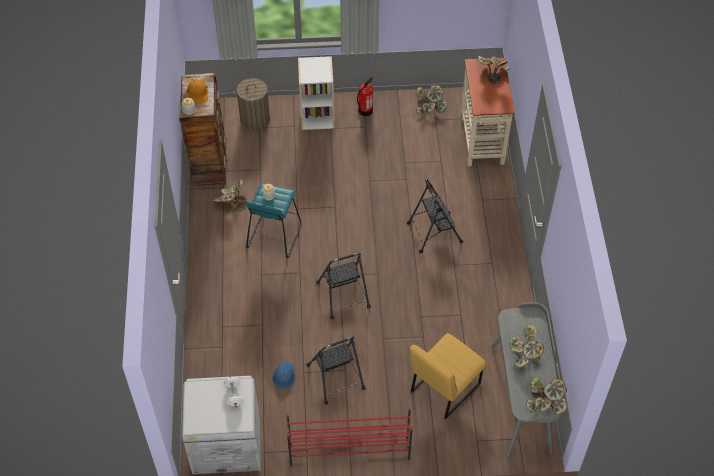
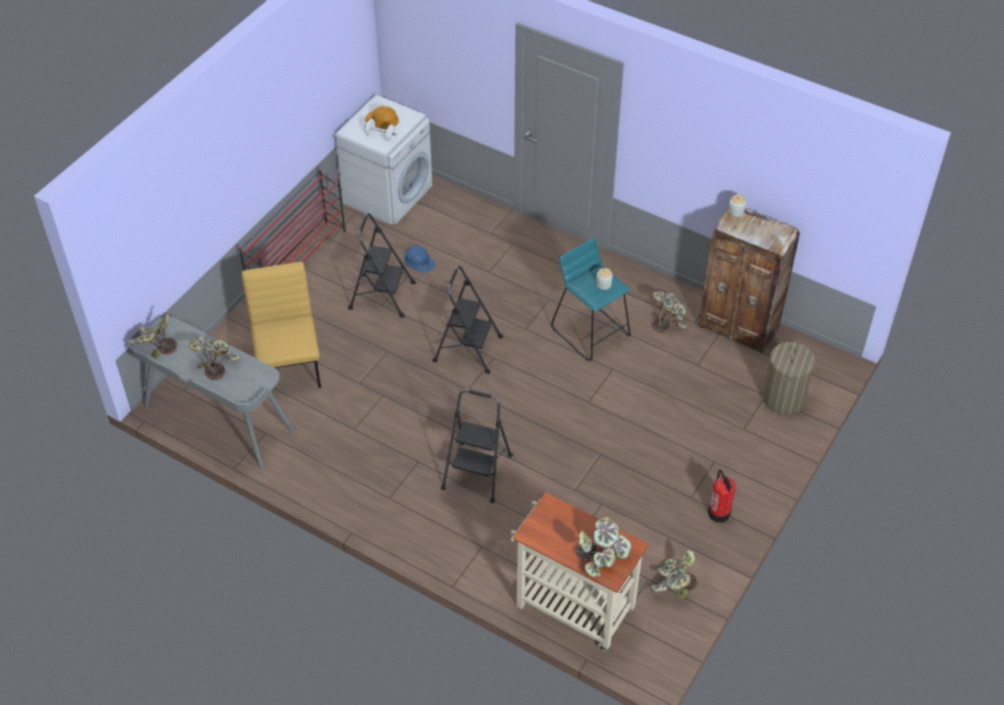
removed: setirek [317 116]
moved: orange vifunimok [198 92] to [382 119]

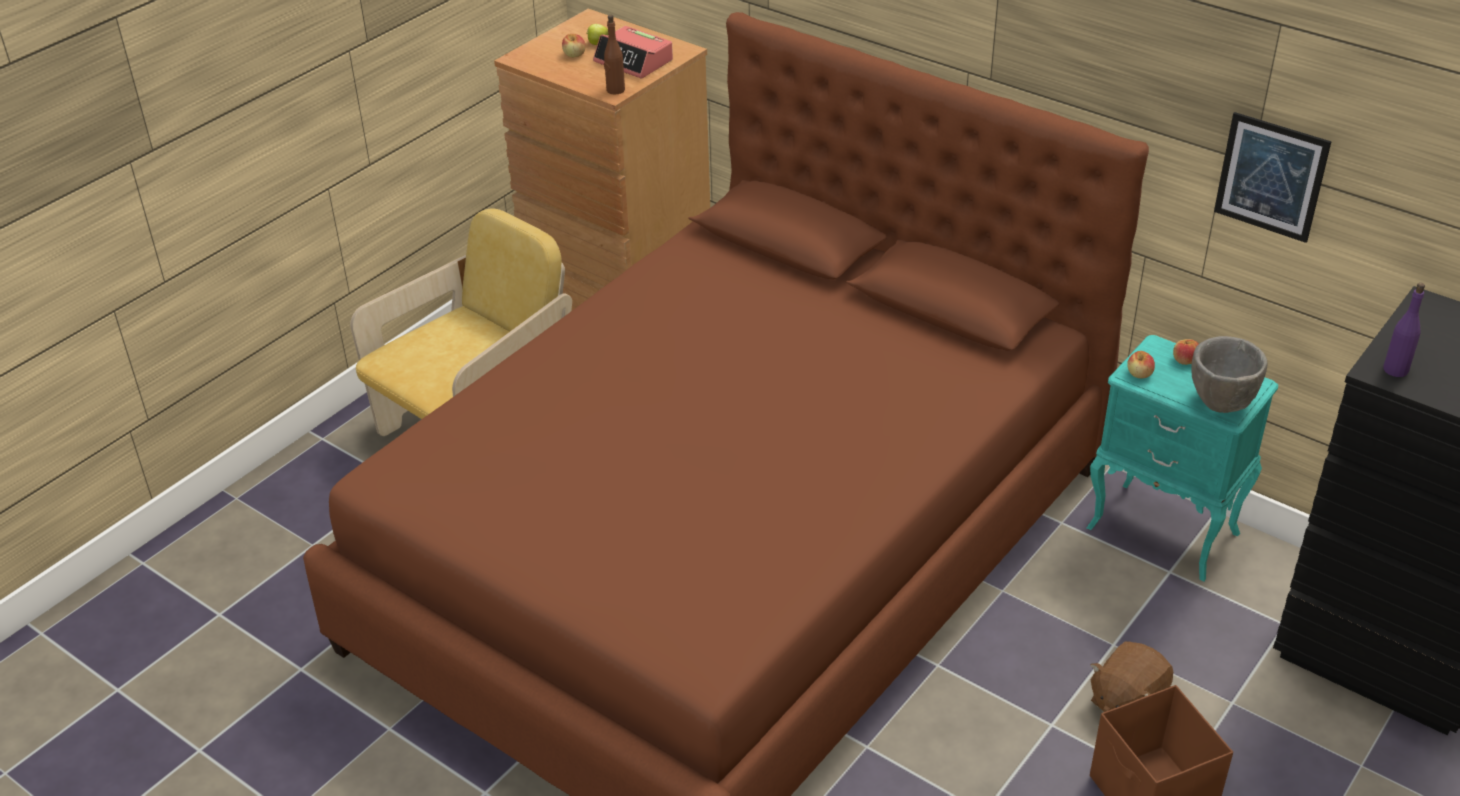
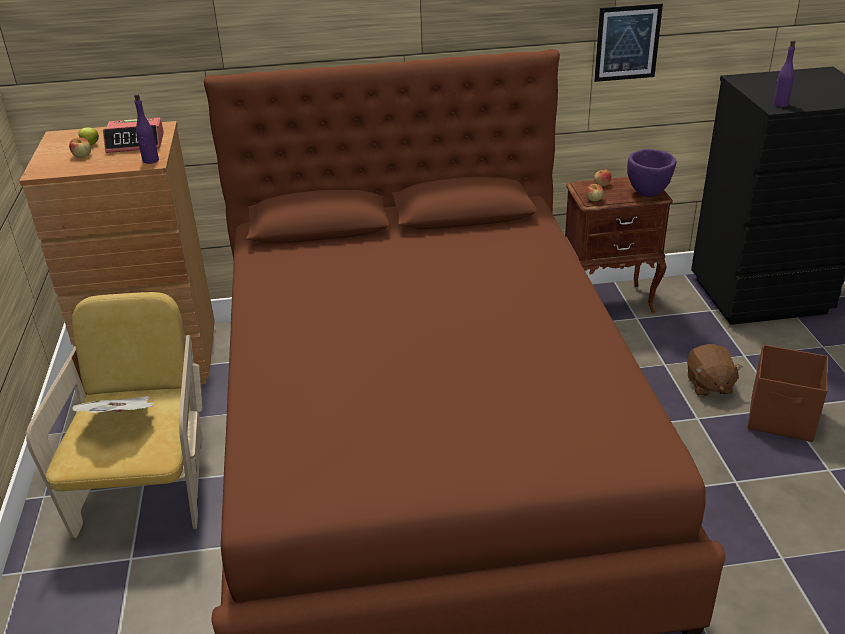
added: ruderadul [122 420]
recoloured: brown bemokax [615 90] to purple bemokax [150 160]; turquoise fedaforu [1163 531] to brown fedaforu [607 303]; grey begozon [1220 404] to purple begozon [648 193]

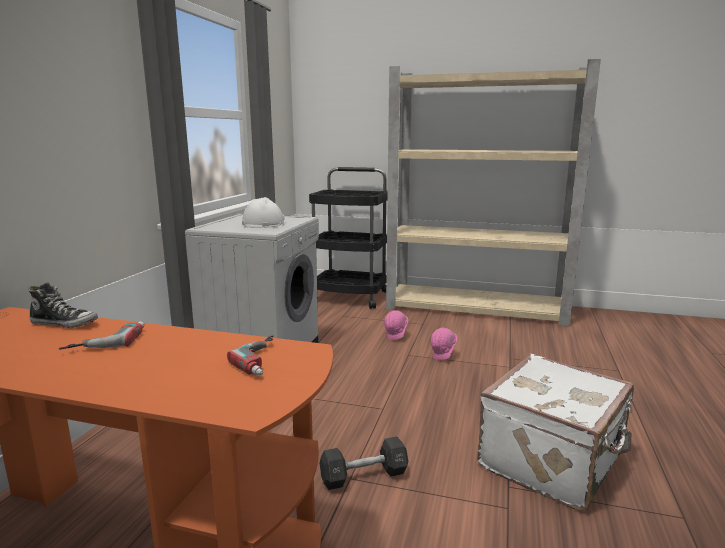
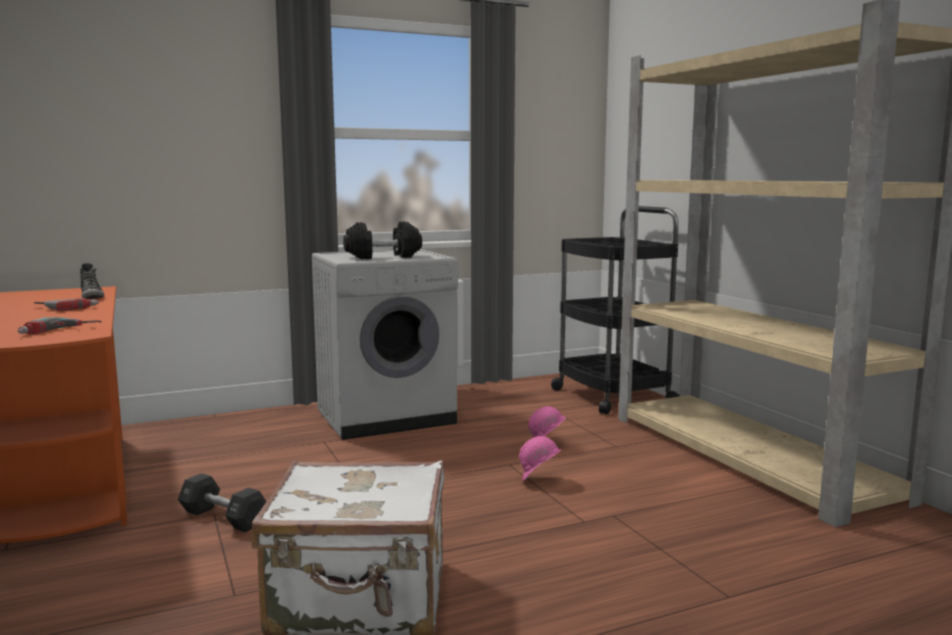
replaced: white vifunimok [264 224] to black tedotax [383 257]

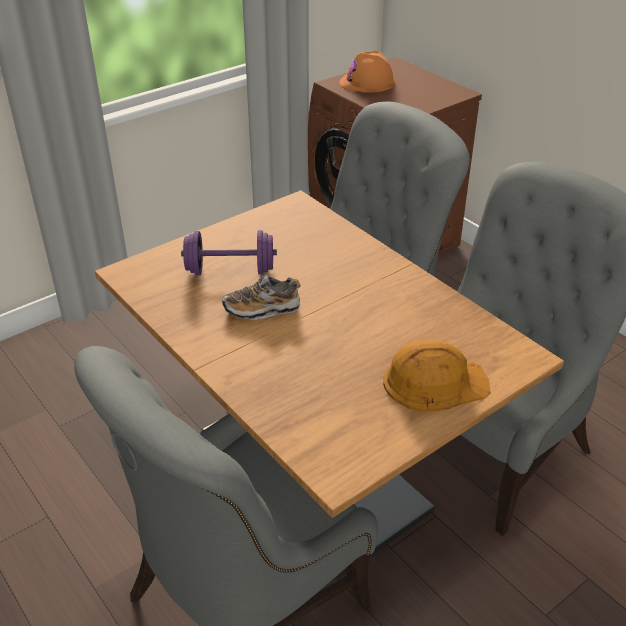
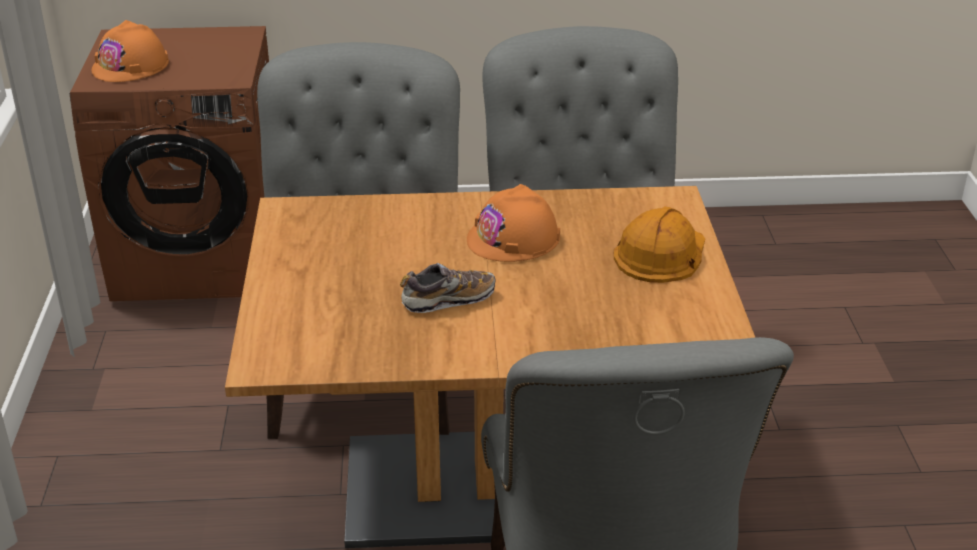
removed: purple tedotax [230 270]
added: orange vifunimok [514 238]
turned: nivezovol [262 309] = [448 300] 135 degrees counterclockwise

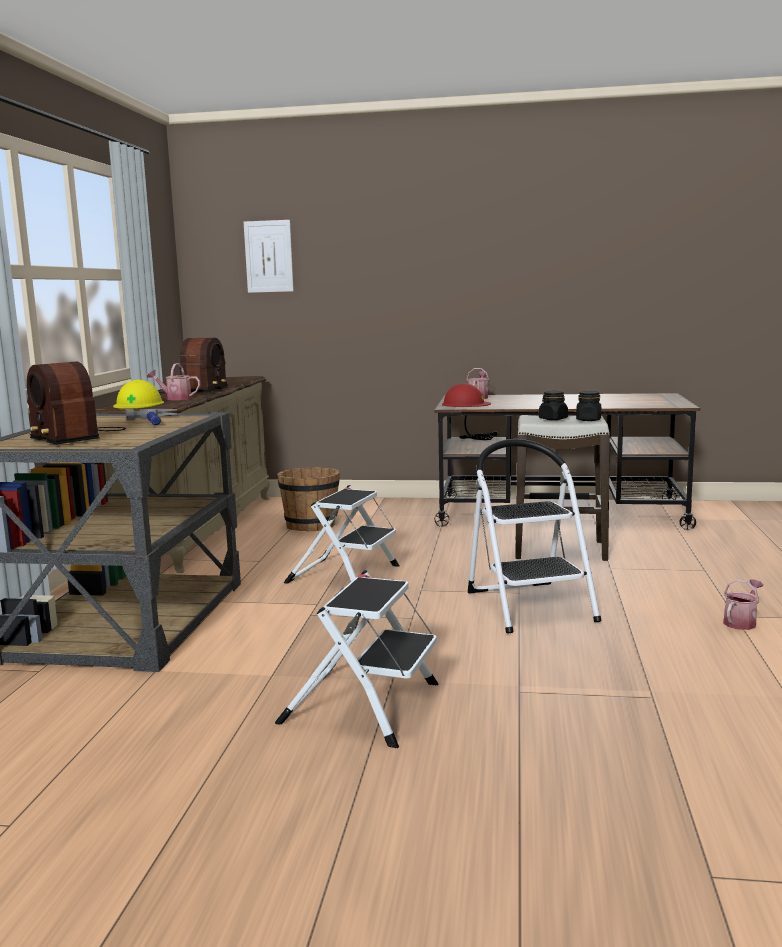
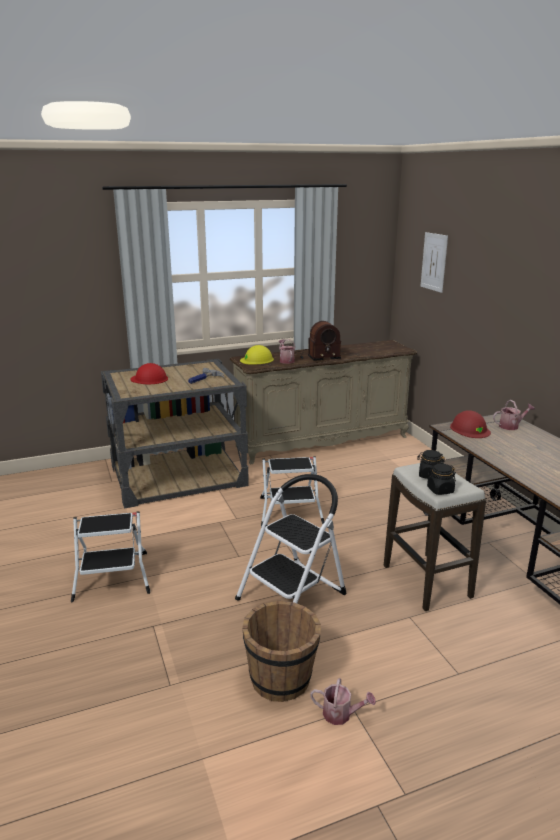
moved: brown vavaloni [311 525] to [281 679]
replaced: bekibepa [75 437] to red vifunimok [149 379]

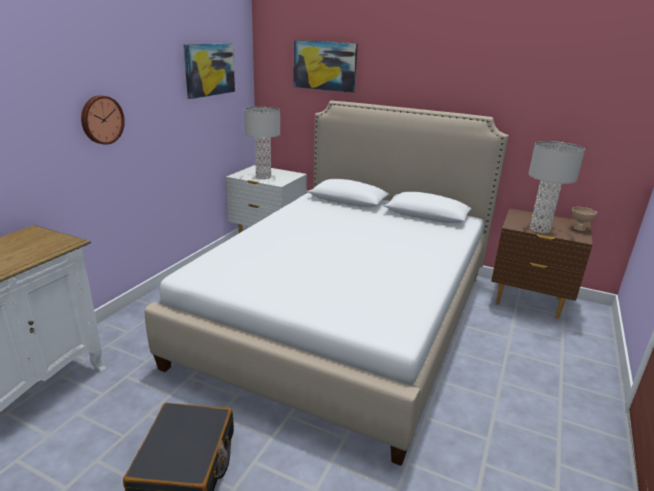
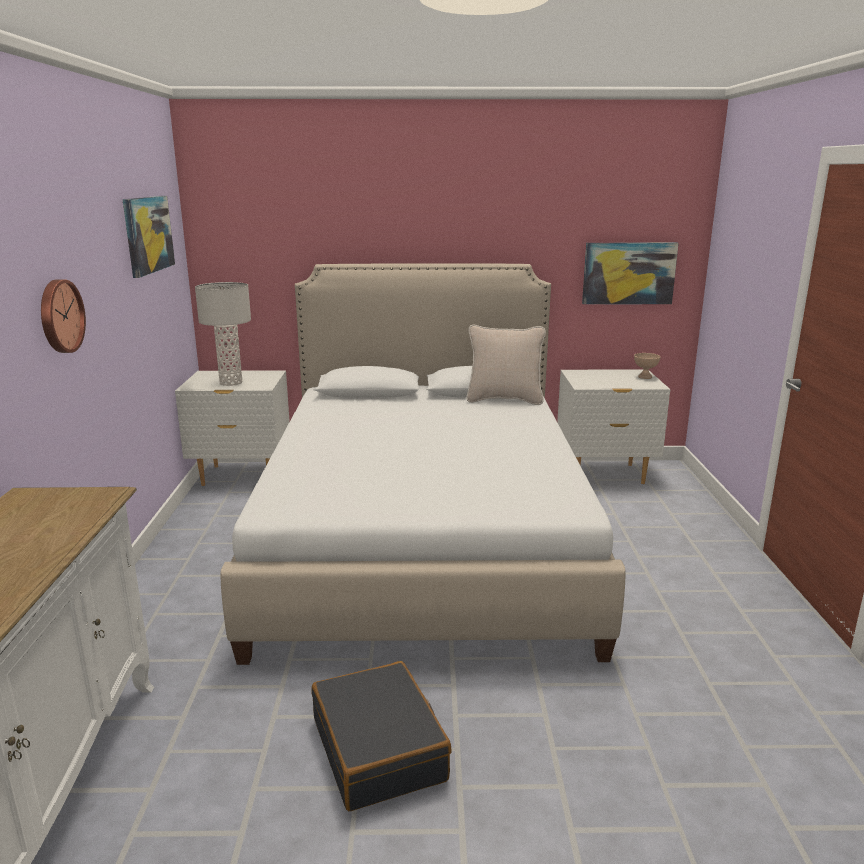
removed: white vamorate [539 229]
added: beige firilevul [504 400]
moved: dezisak [324 66] to [628 273]
recoloured: brown fedaforu [528 301] to white fedaforu [604 474]

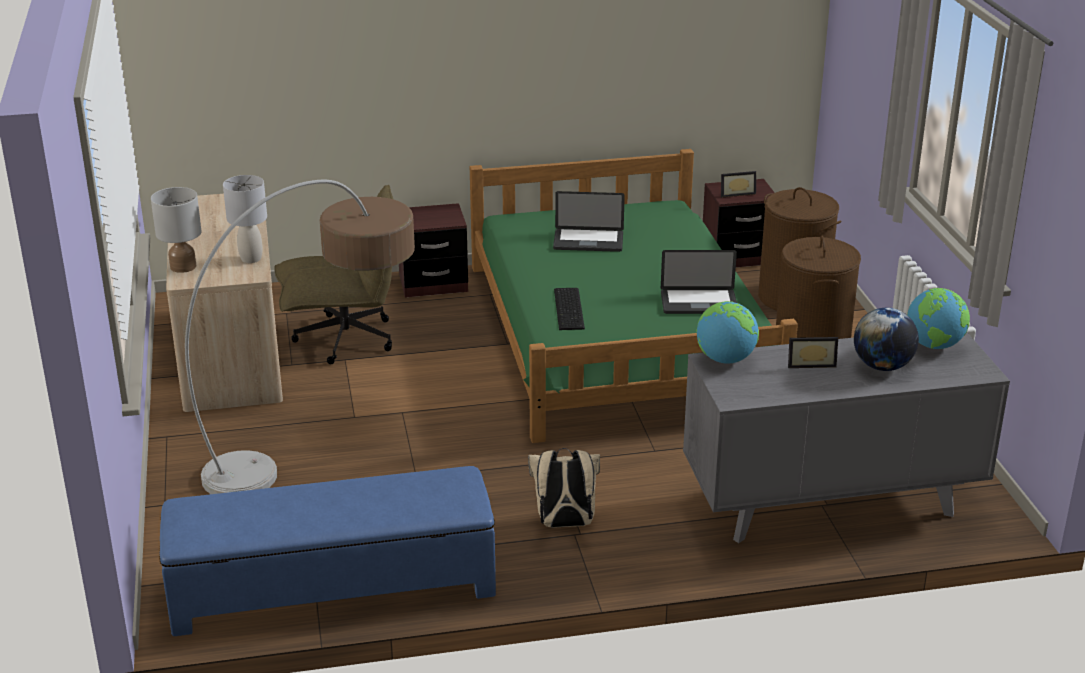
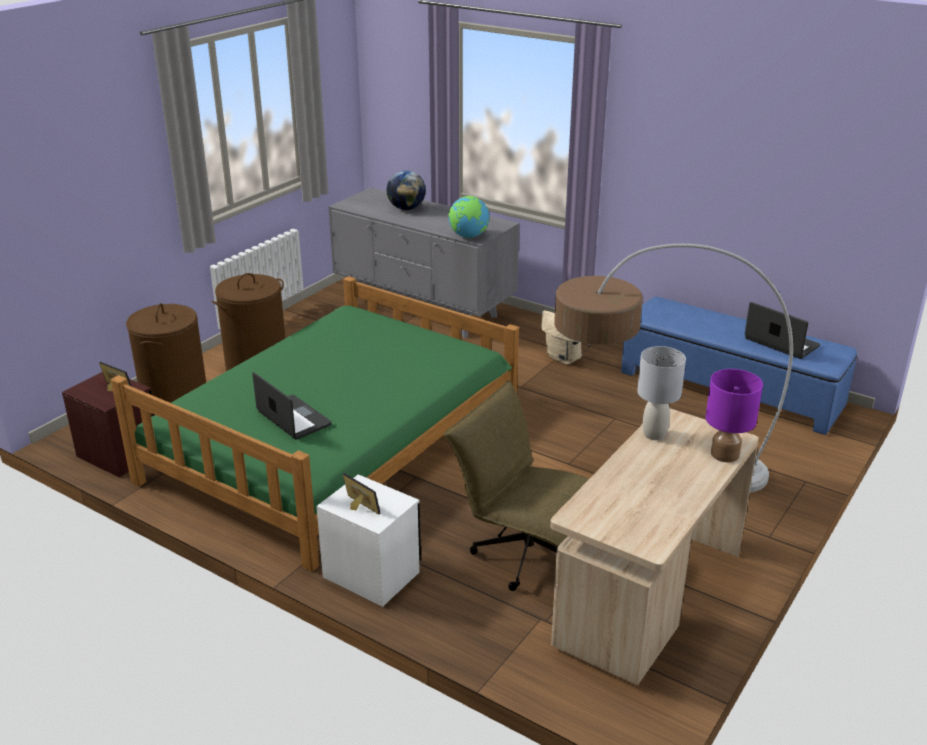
removed: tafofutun [570 308]; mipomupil [934 345]
moved: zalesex [698 303] to [781 343]; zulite [810 363] to [358 508]
recoloured: grey vamorate [183 267] to purple vamorate [725 454]; brown fedaforu [433 283] to white fedaforu [371 574]

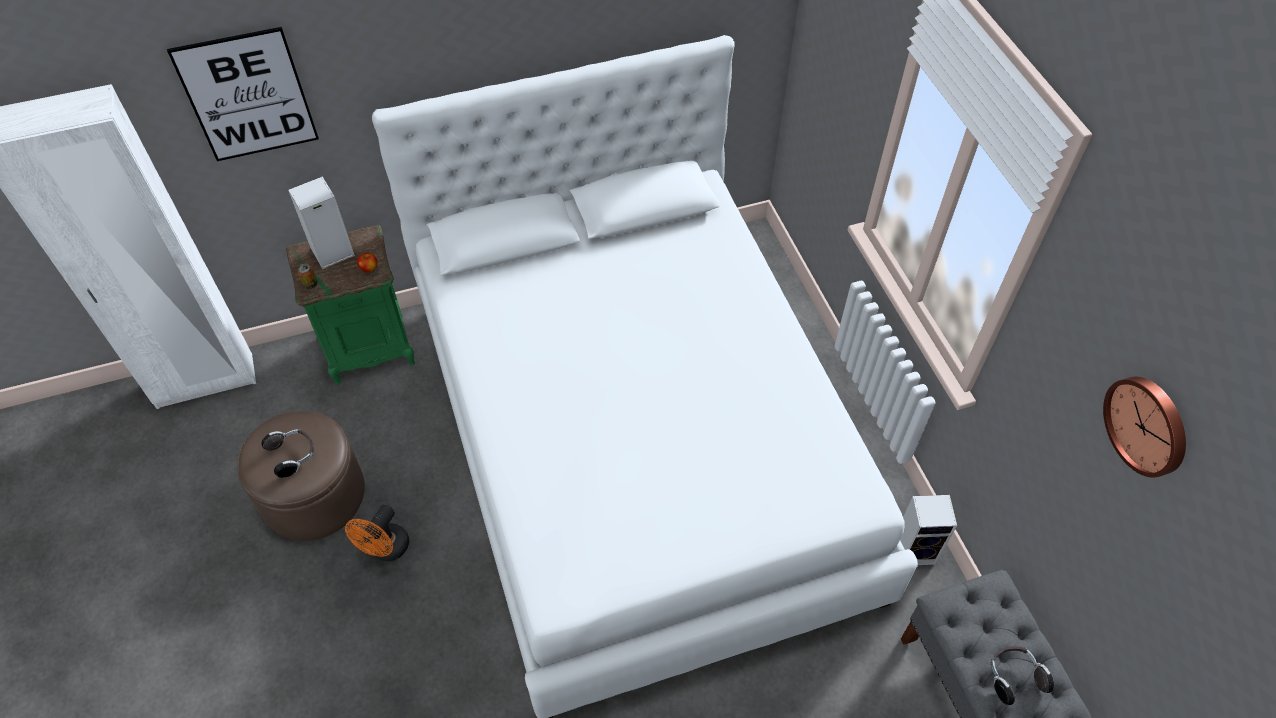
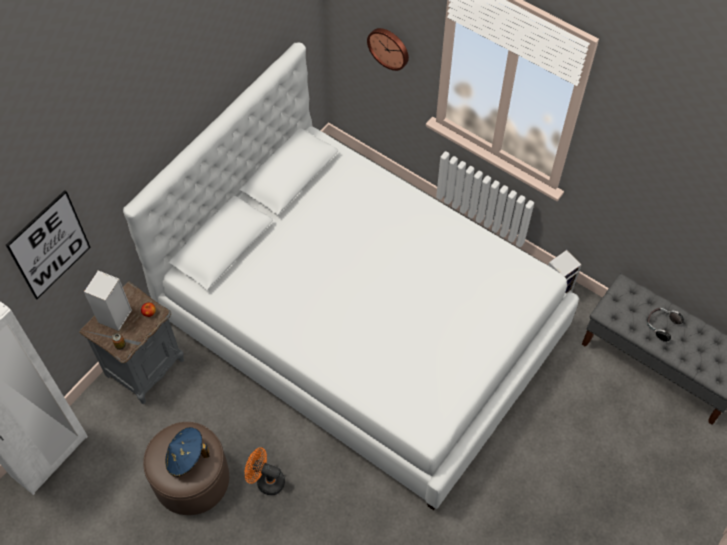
moved: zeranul [1148 425] to [389 47]
replaced: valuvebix [293 456] to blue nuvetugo [186 457]
recoloured: green fedaforu [370 349] to grey fedaforu [146 368]
turned: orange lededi [386 550] = [266 480] 120 degrees clockwise

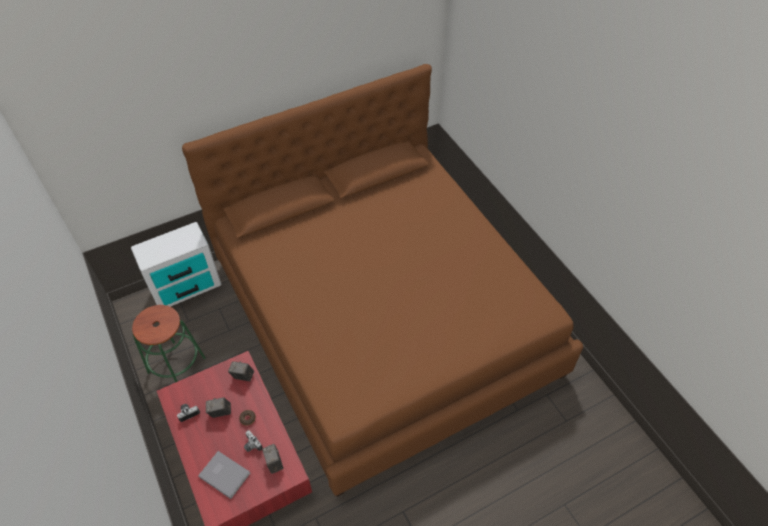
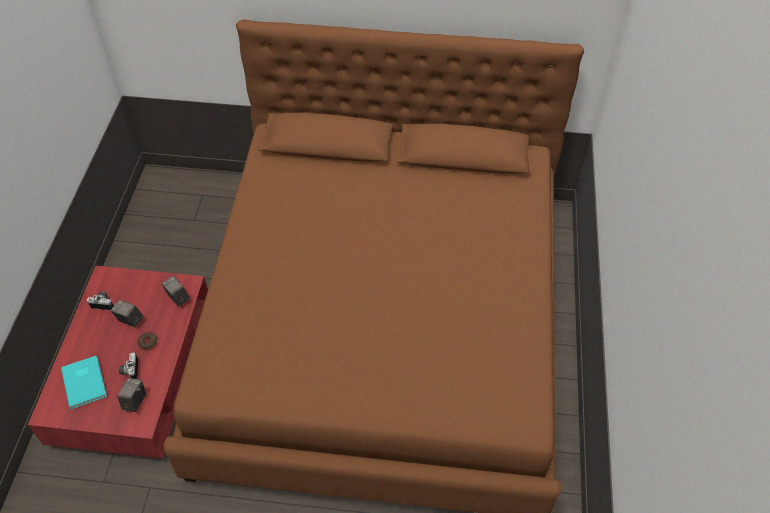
removed: white fedaforu [187 290]; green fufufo [177 365]
recoloured: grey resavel [225 474] to turquoise resavel [85 382]

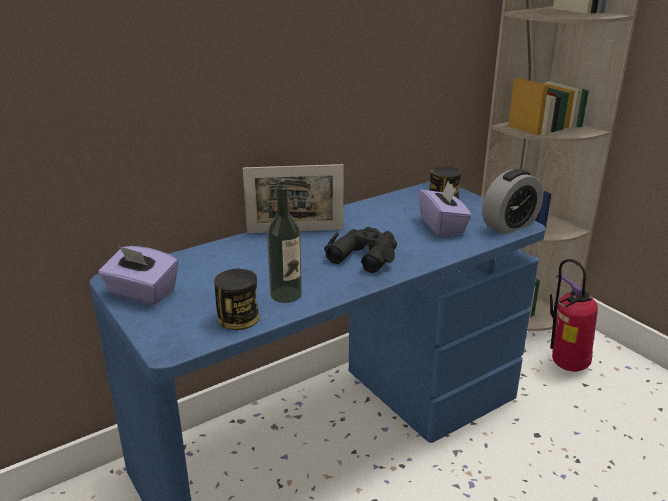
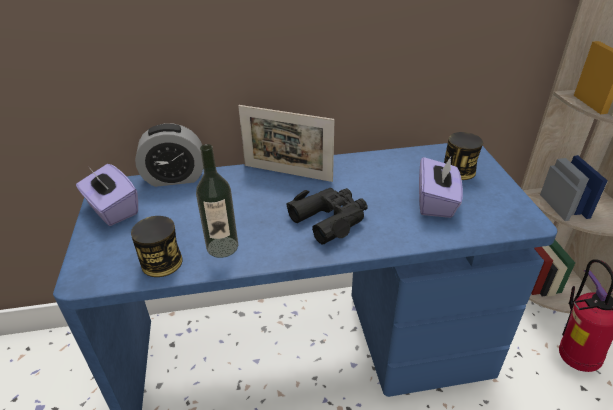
moved: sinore [509 225] to [175 178]

